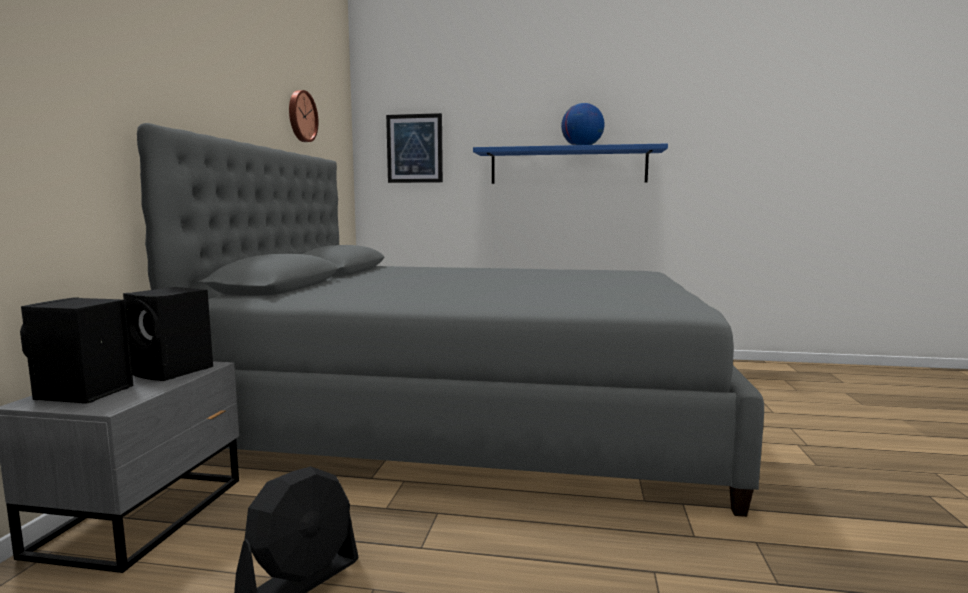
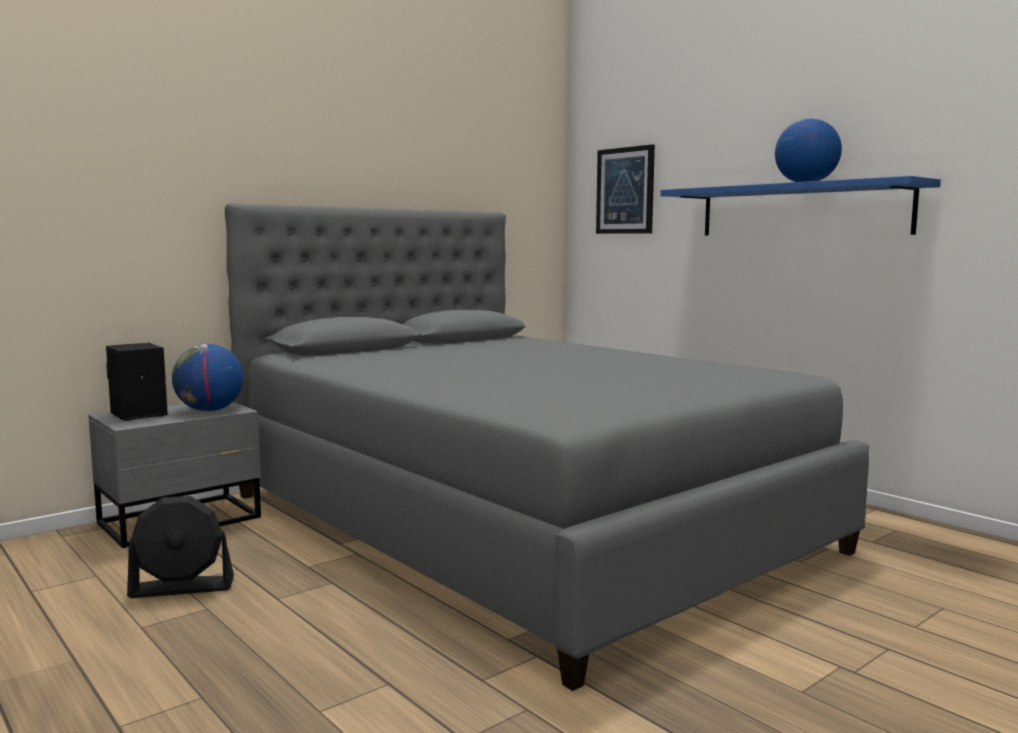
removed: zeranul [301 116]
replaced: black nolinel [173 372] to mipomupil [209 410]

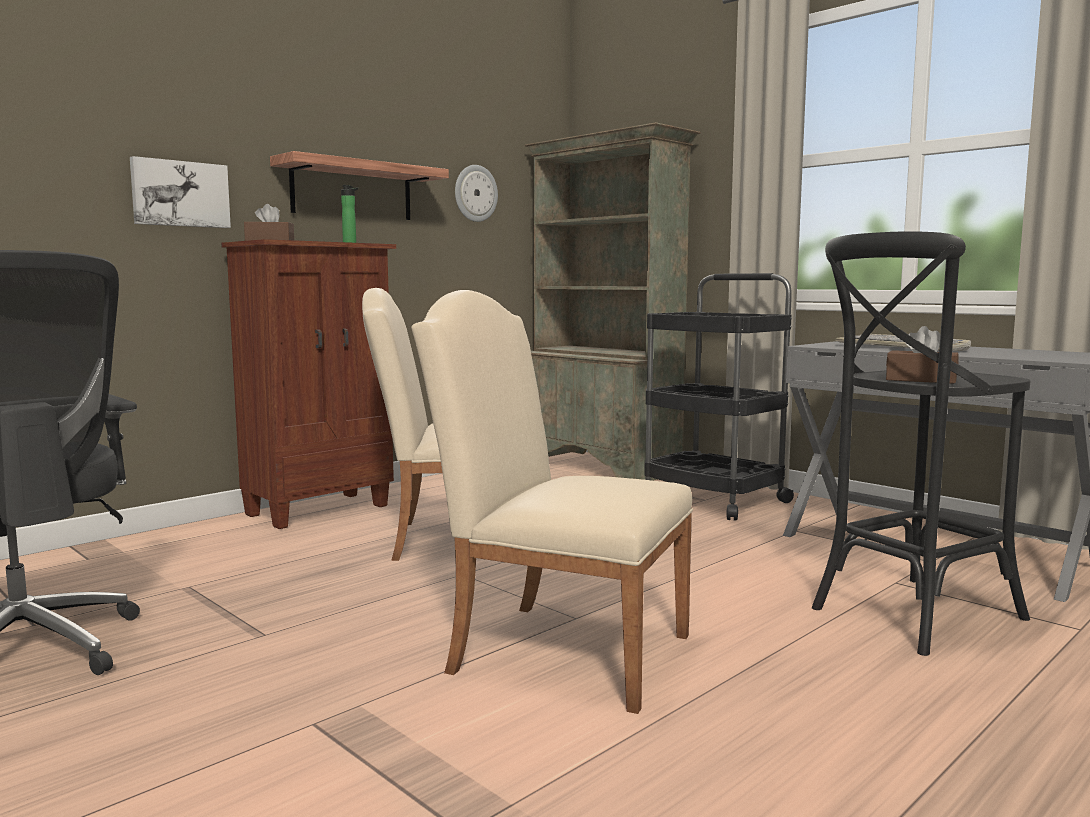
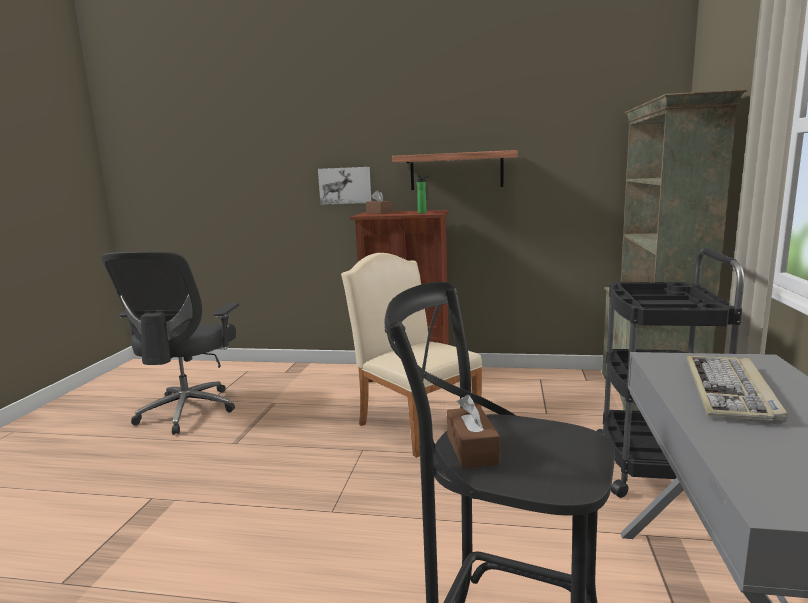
removed: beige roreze [556 649]; zeranul [475 193]

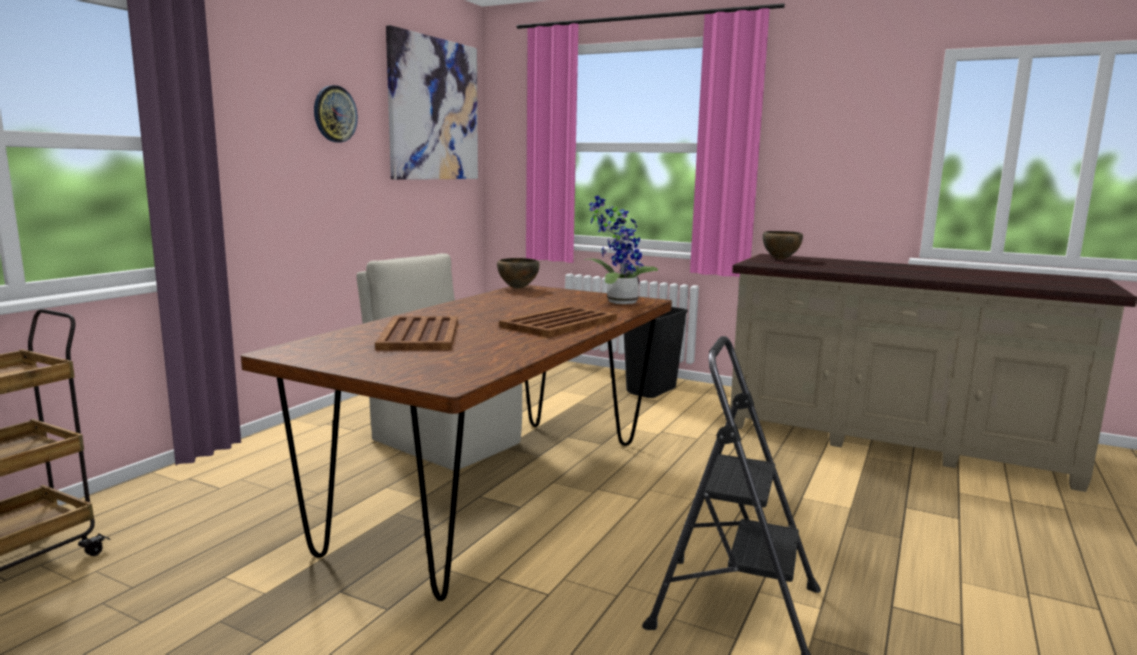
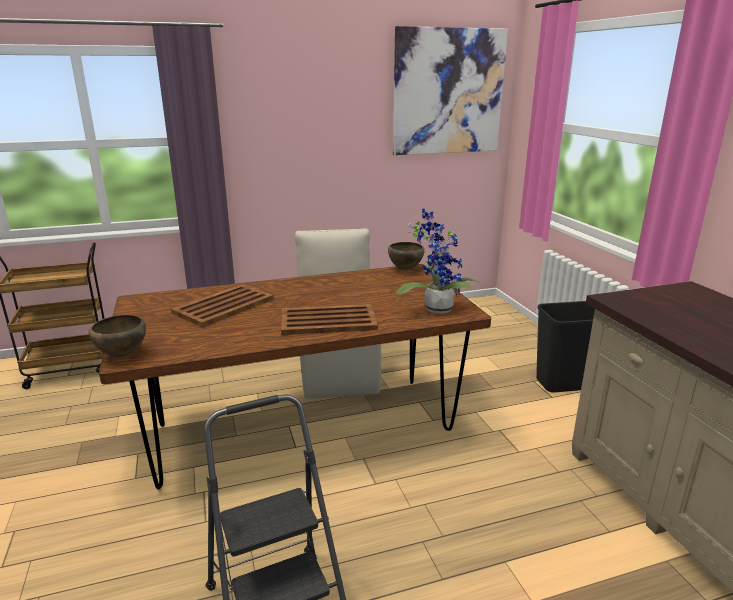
removed: zeranul [334 114]
moved: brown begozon [780 259] to [122 356]

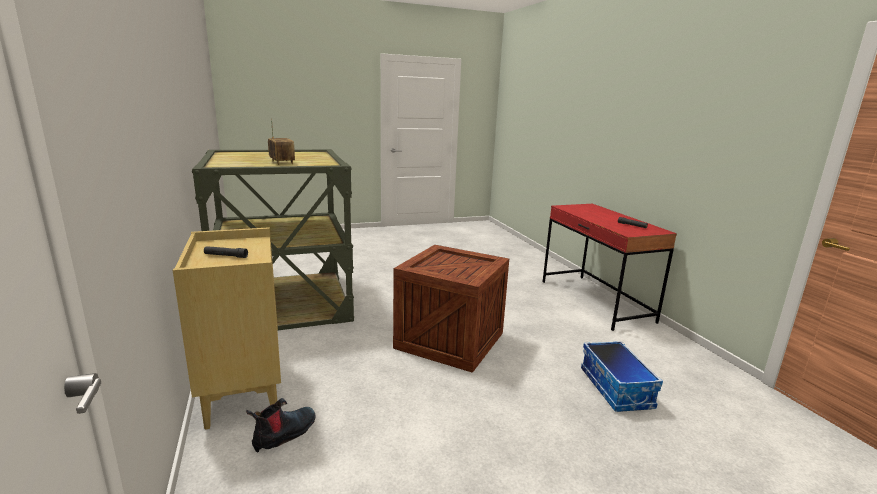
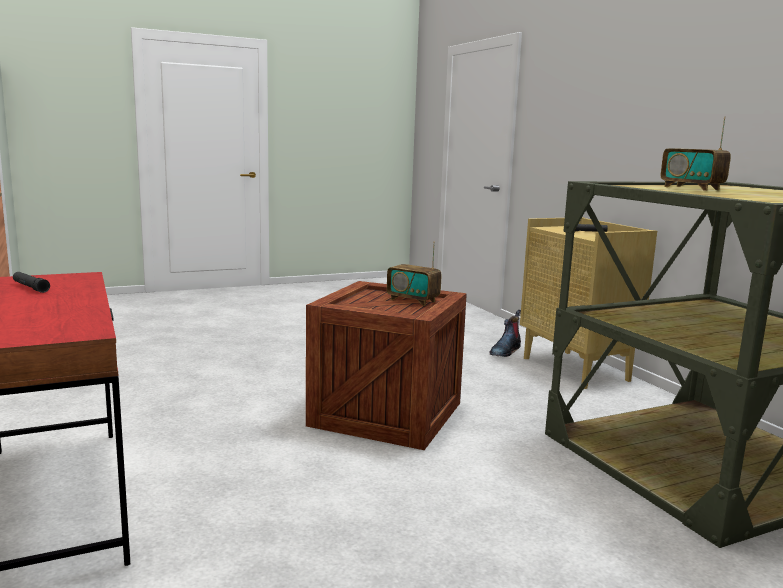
removed: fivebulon [616 388]
added: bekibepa [413 300]

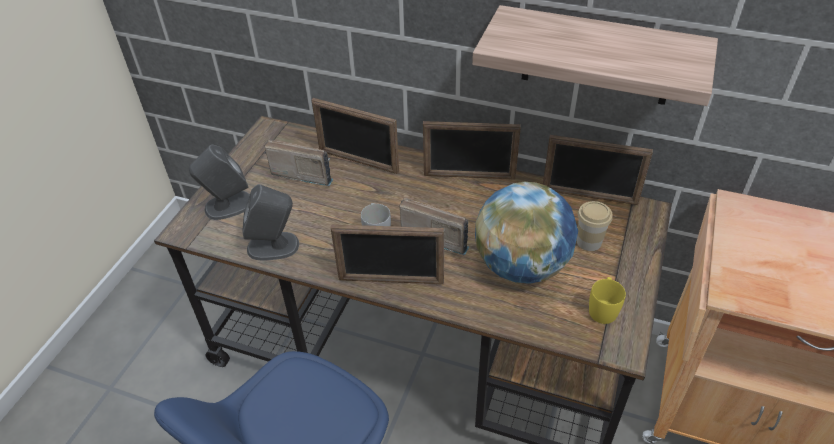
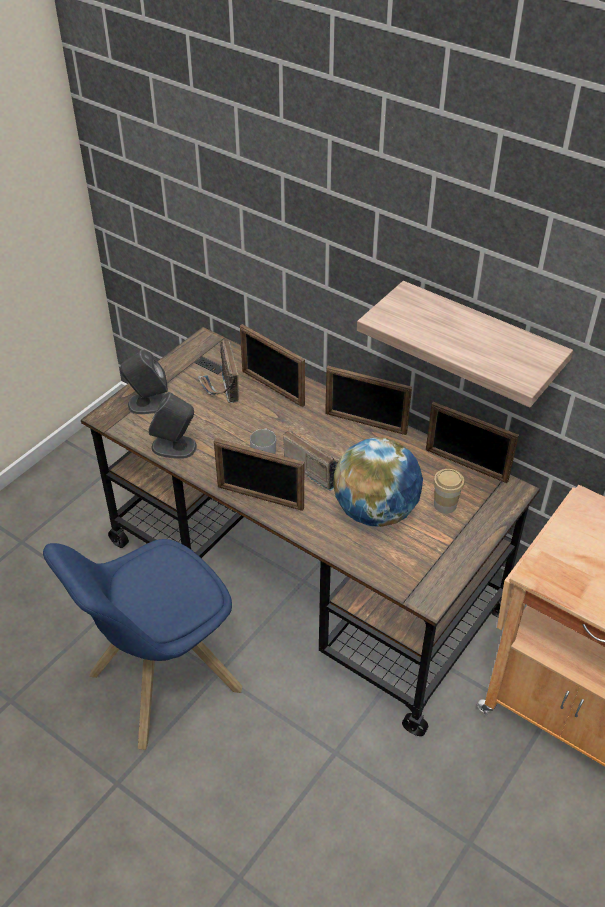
removed: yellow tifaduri [603 308]
turned: bekibepa [303 172] = [221 387] 135 degrees counterclockwise

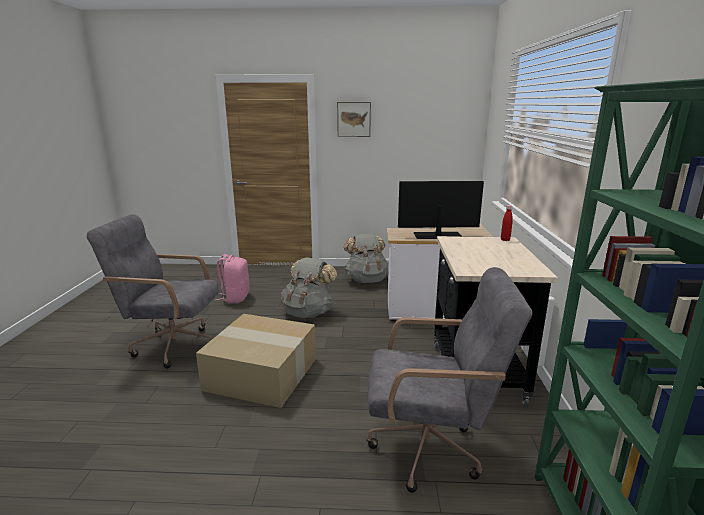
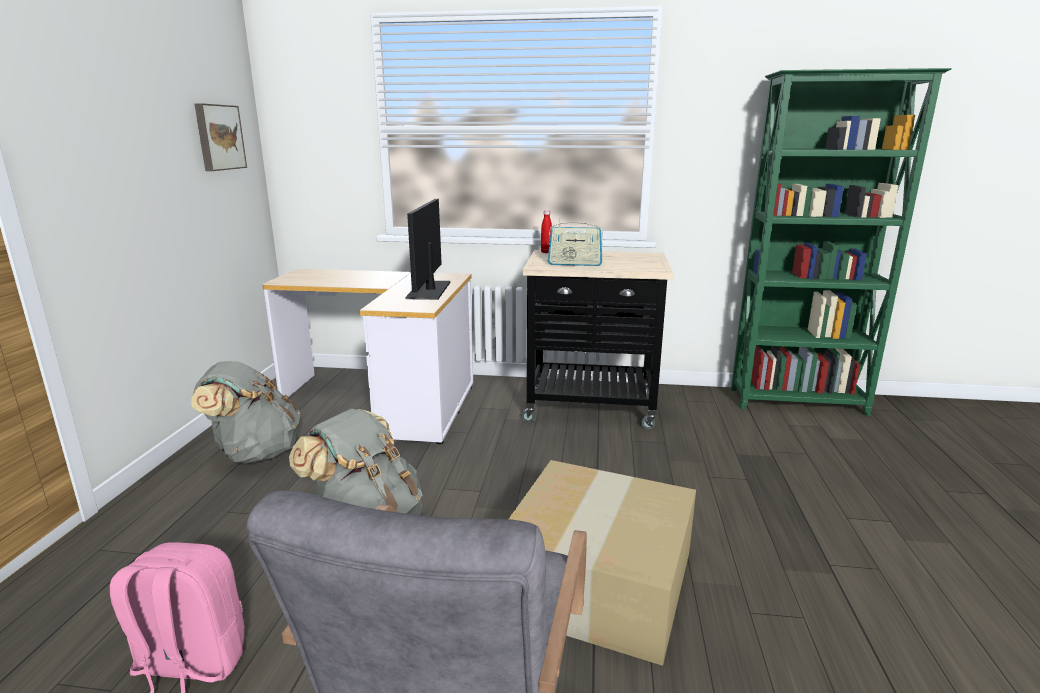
removed: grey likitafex [432 450]
added: bekibepa [574 264]
moved: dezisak [354 119] to [218 137]

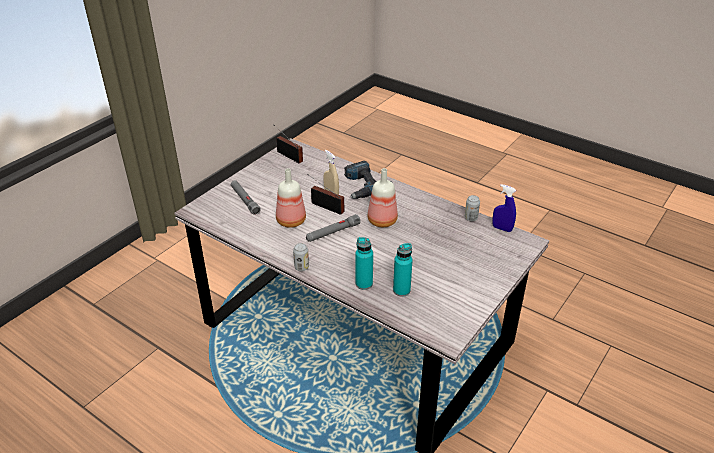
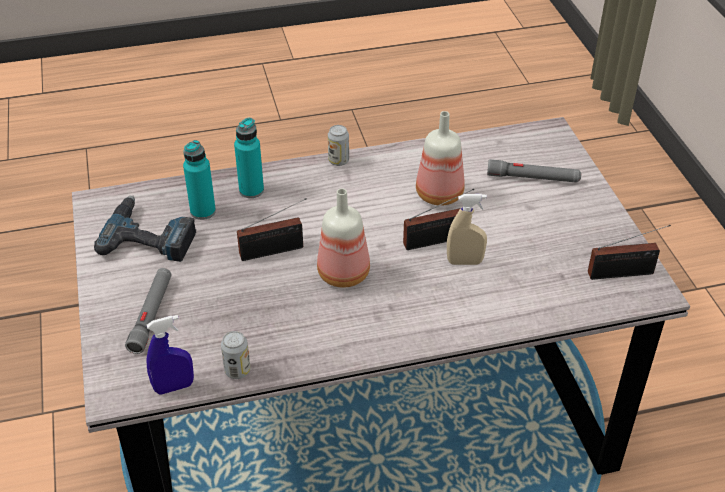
added: bekibepa [275 250]
moved: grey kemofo [333 232] to [151 314]; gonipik [362 186] to [150 236]

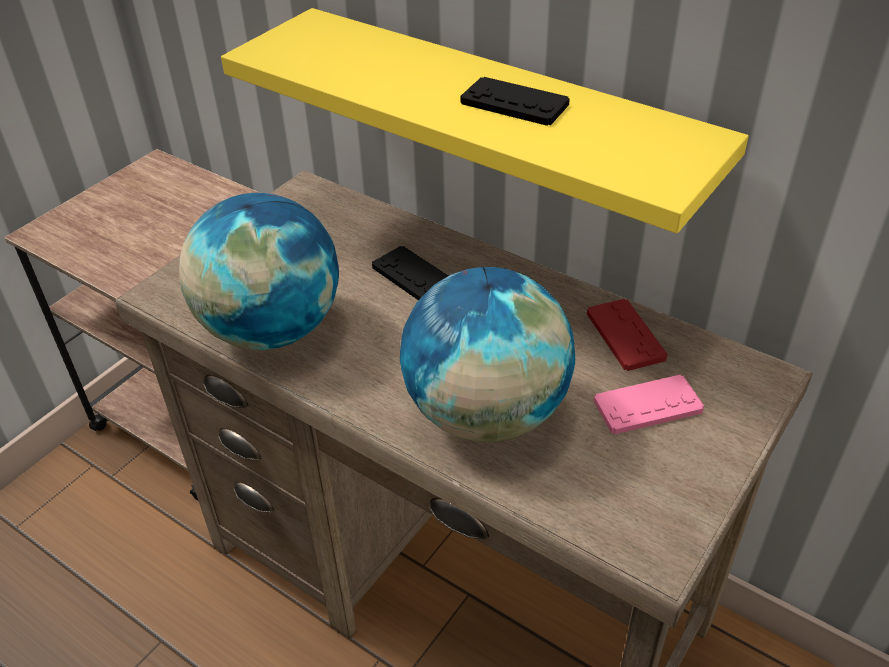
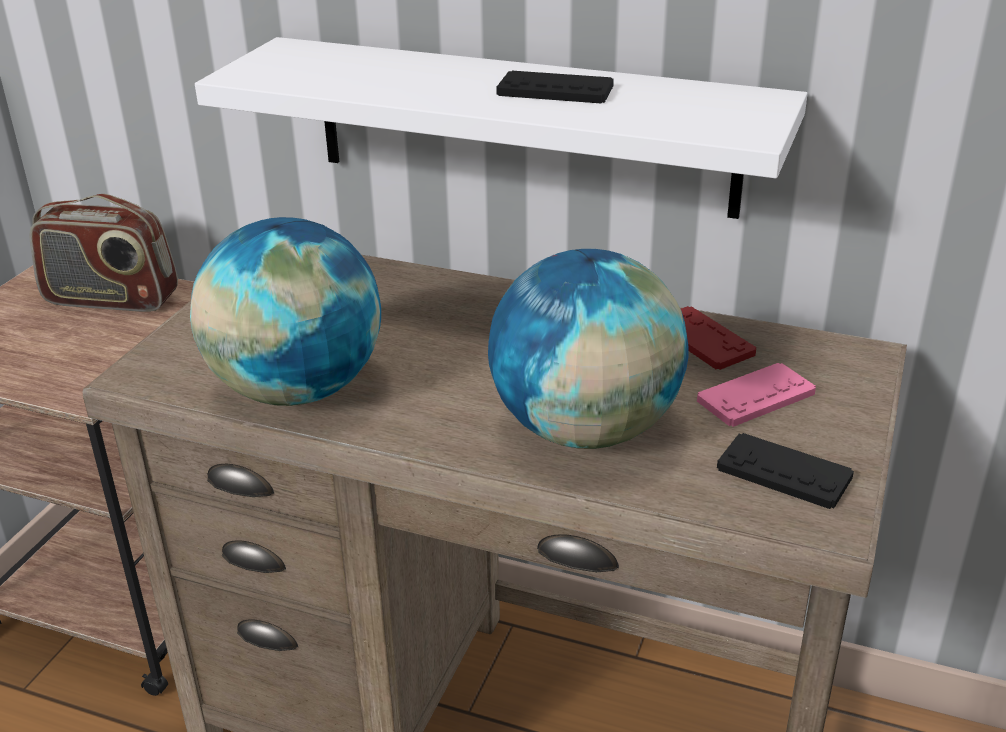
added: bekibepa [111 299]
moved: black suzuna [413 276] to [784 473]
recoloured: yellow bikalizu [502 118] to white bikalizu [522 126]

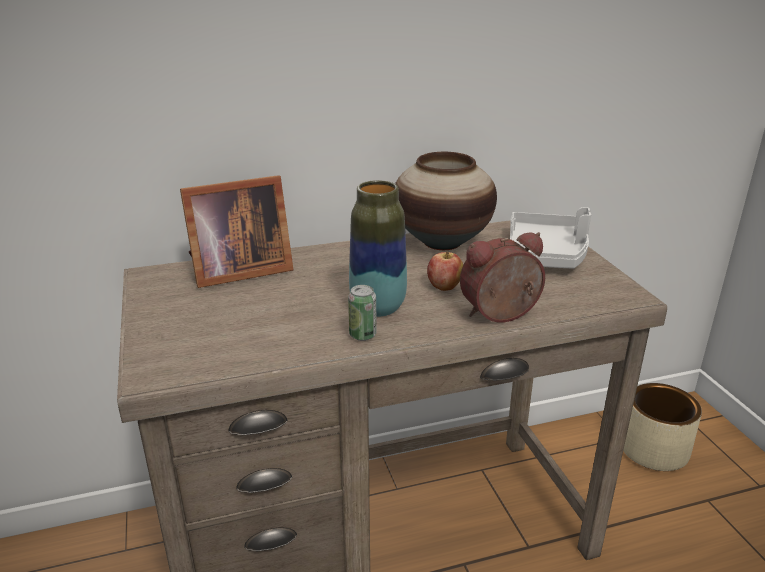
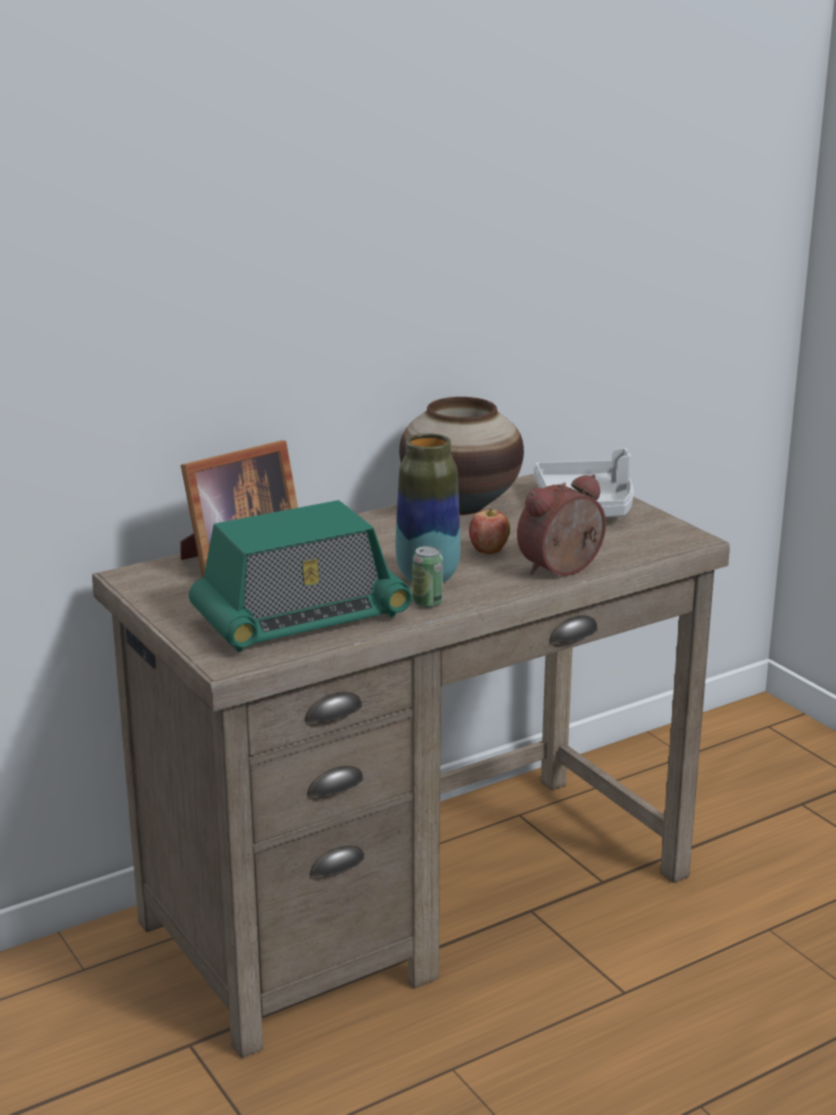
removed: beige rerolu [654 450]
added: bekibepa [301 618]

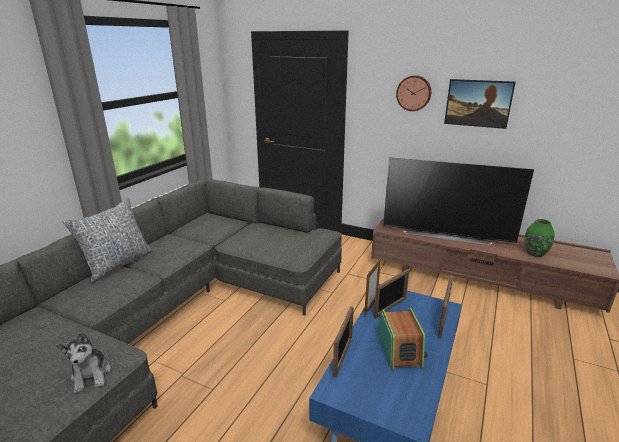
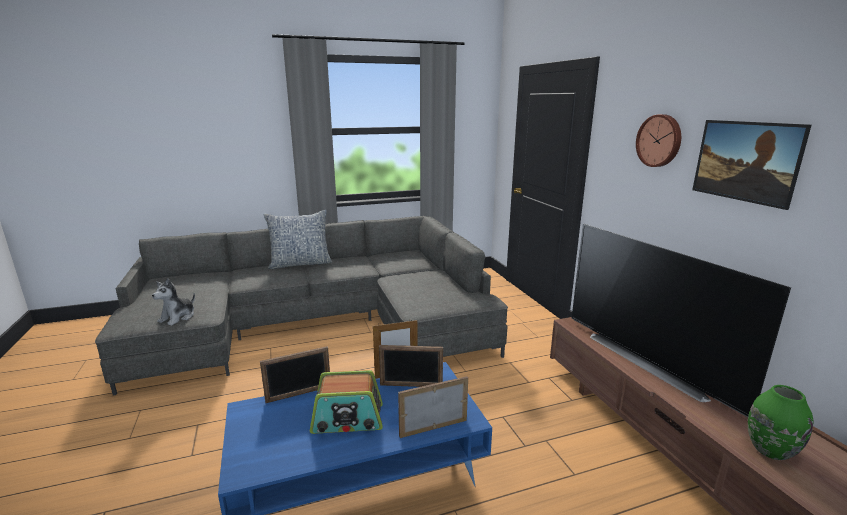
turned: bekibepa [399 349] = [348 419] 45 degrees clockwise

